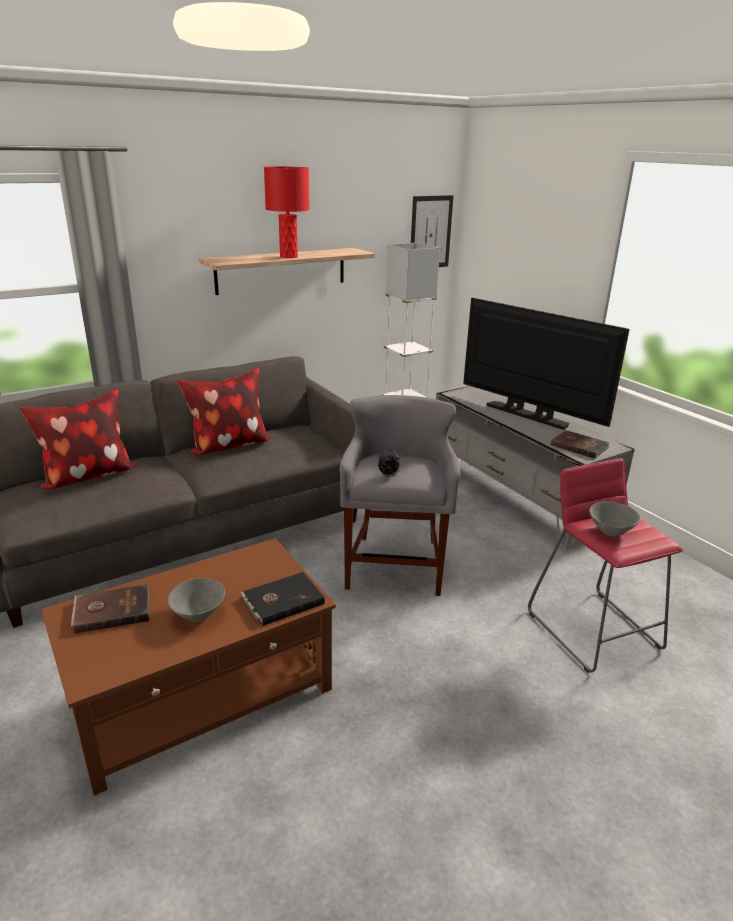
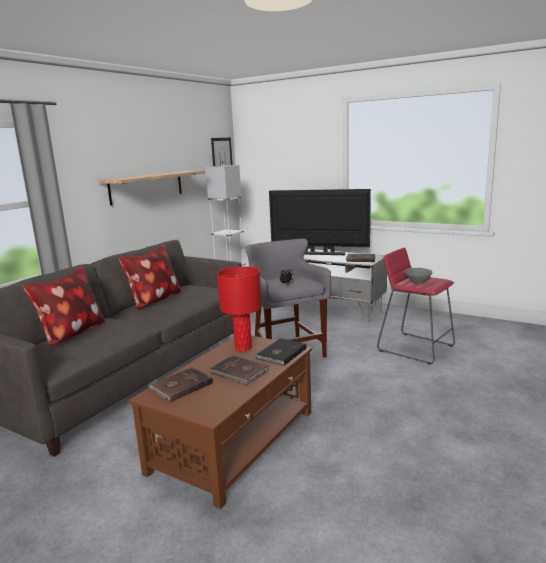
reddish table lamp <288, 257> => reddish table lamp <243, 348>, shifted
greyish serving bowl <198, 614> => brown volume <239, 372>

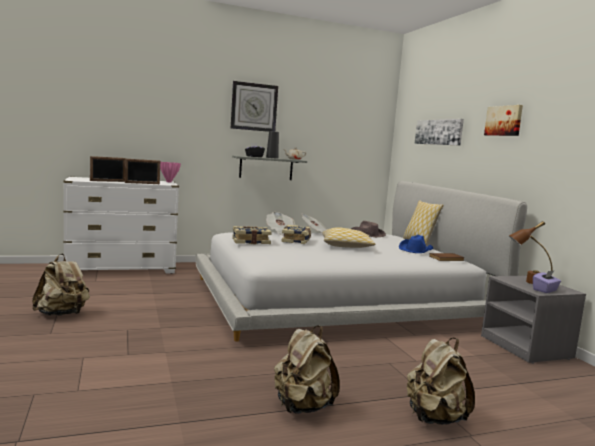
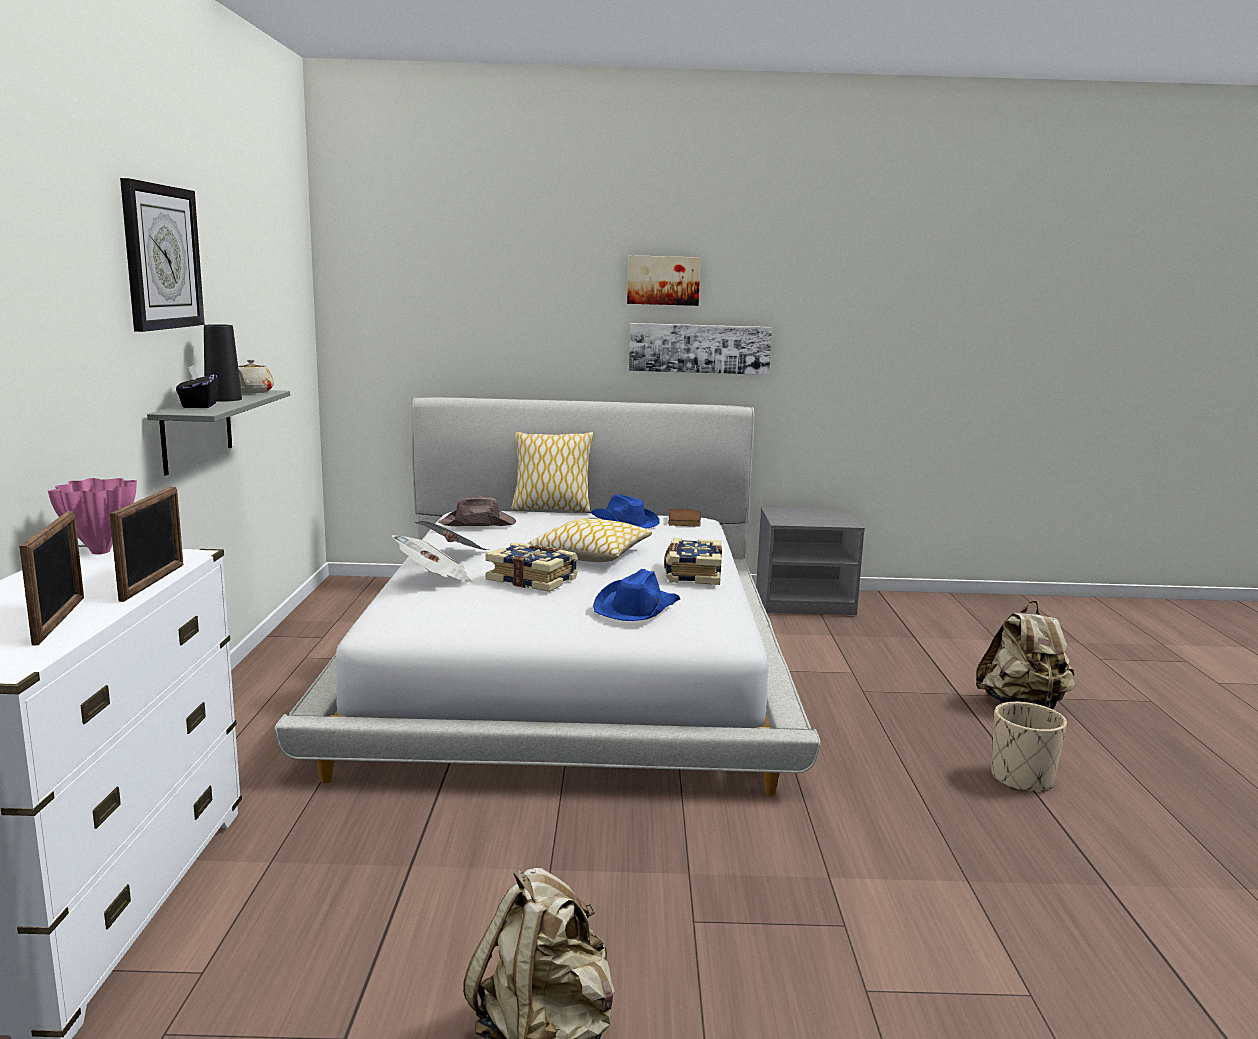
brown table lamp <526, 282> => nothing
purple-coloured tissue box <545, 290> => nothing
nothing => blue-coloured clothing hat <636, 608>
volume <250, 241> => volume <692, 574>, shifted
wall picture <438, 132> => wall picture <699, 348>, shifted
sand-coloured backpack <302, 407> => sand-coloured flower pot <1021, 779>

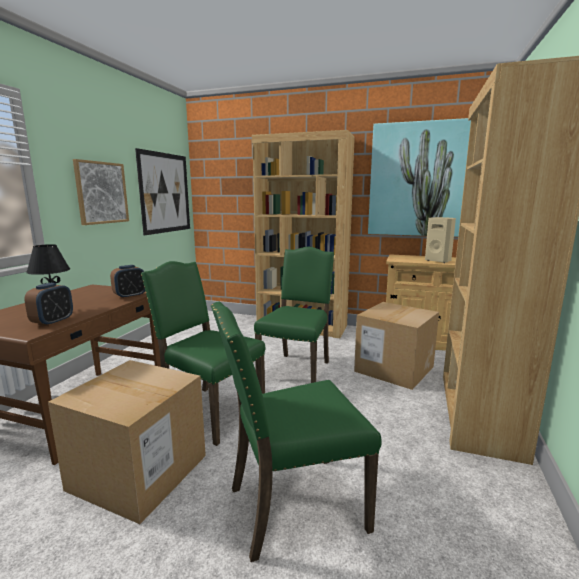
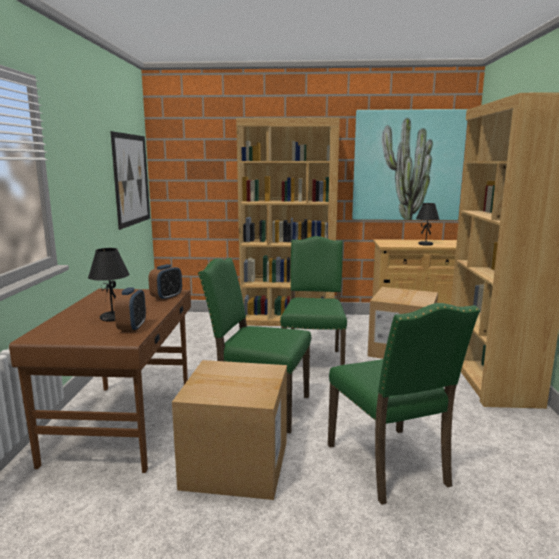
wall picture <101, 193> => nothing
sand-coloured loudspeaker <438, 261> => black table lamp <426, 244>
green chair <293, 506> => green chair <390, 465>, 75 degrees counterclockwise

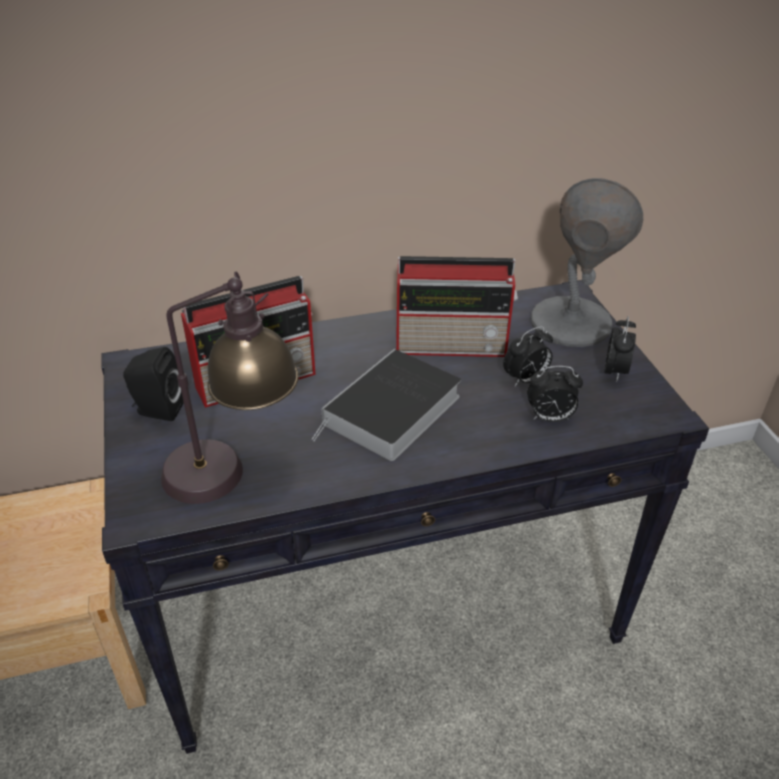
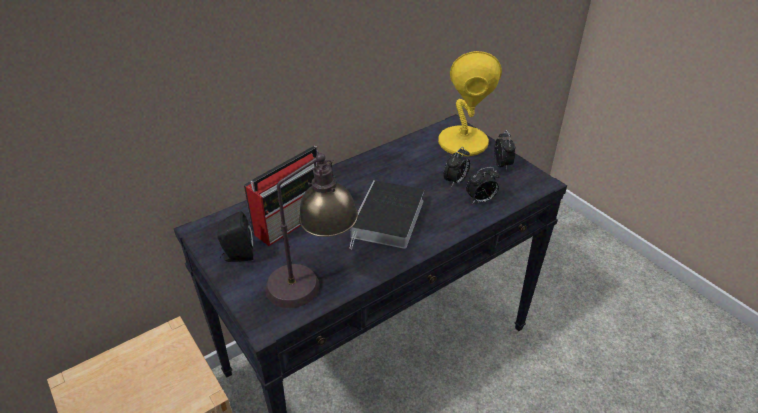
radio <453, 345> => nothing
greyish table lamp <570, 323> => yellow-coloured table lamp <462, 142>

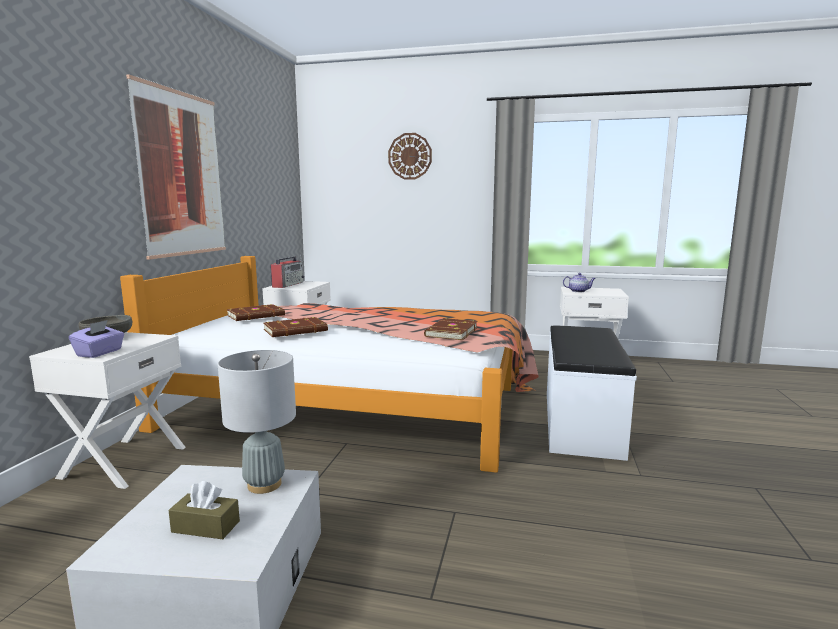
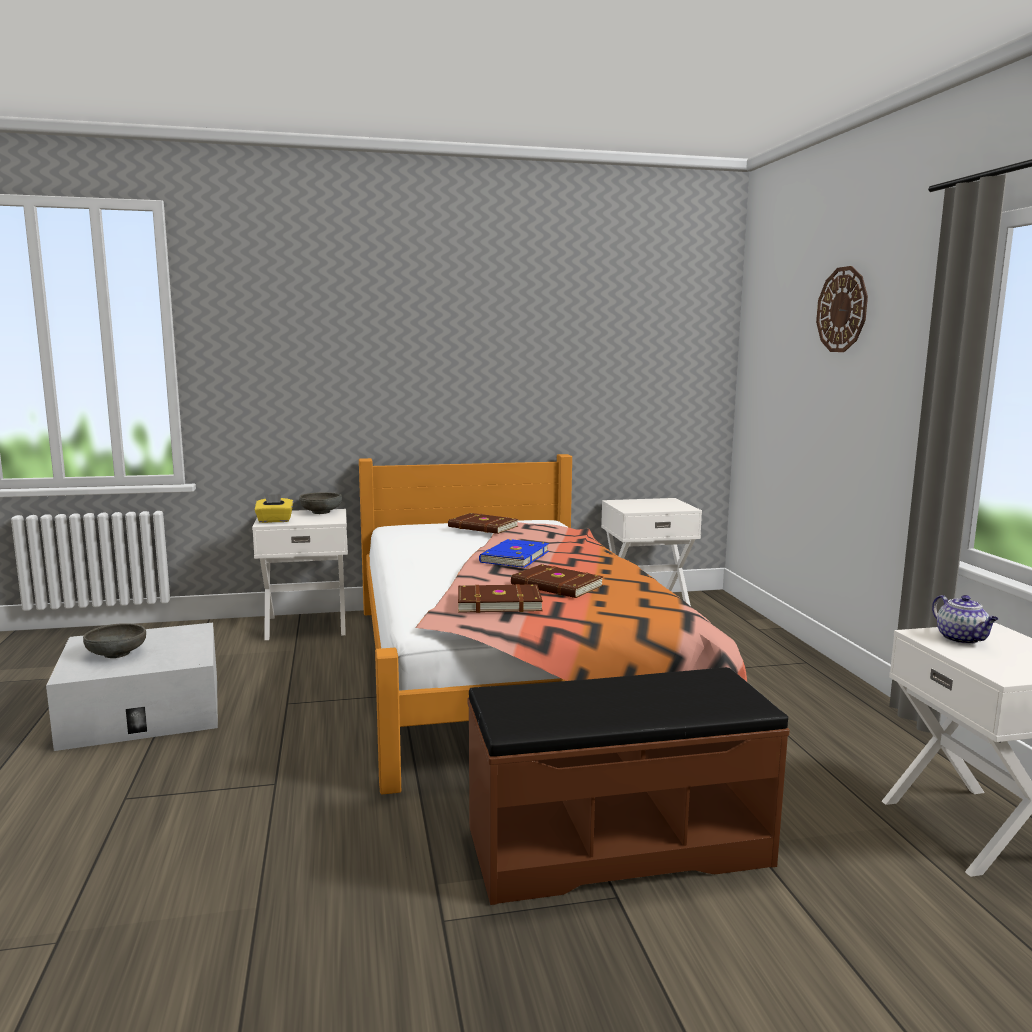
wall picture <181, 174> => nothing
greyish table lamp <265, 484> => nothing
radio <288, 284> => nothing
nothing => blue-coloured volume <513, 557>
brown volume <296, 330> => brown volume <556, 586>, shifted
brown tissue box <205, 526> => greyish serving bowl <116, 654>
purple-coloured tissue box <100, 353> => yellow-coloured tissue box <274, 520>
white-coloured indoor bench <579, 422> => brown indoor bench <616, 844>

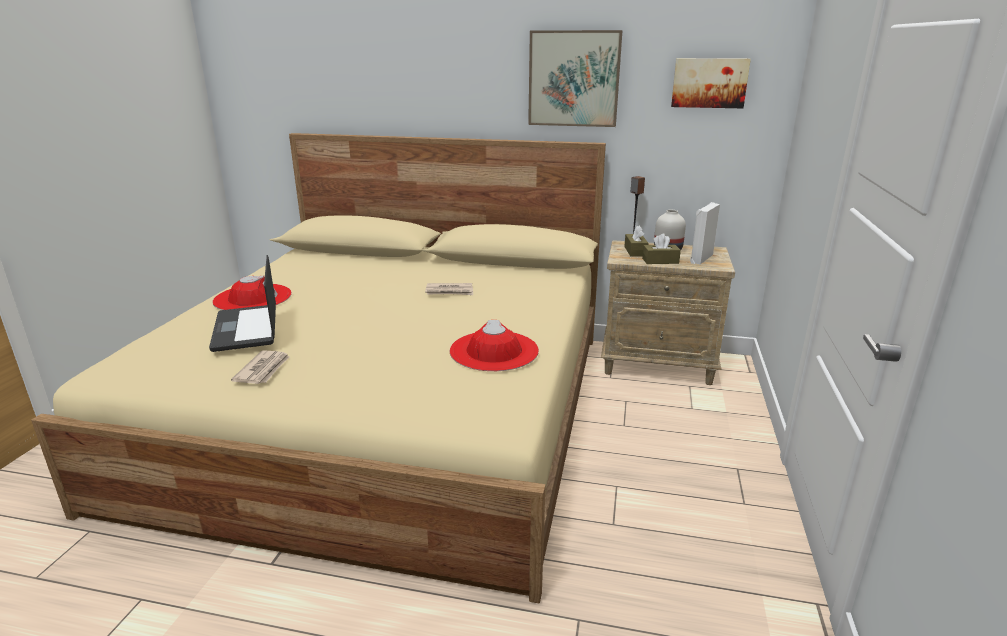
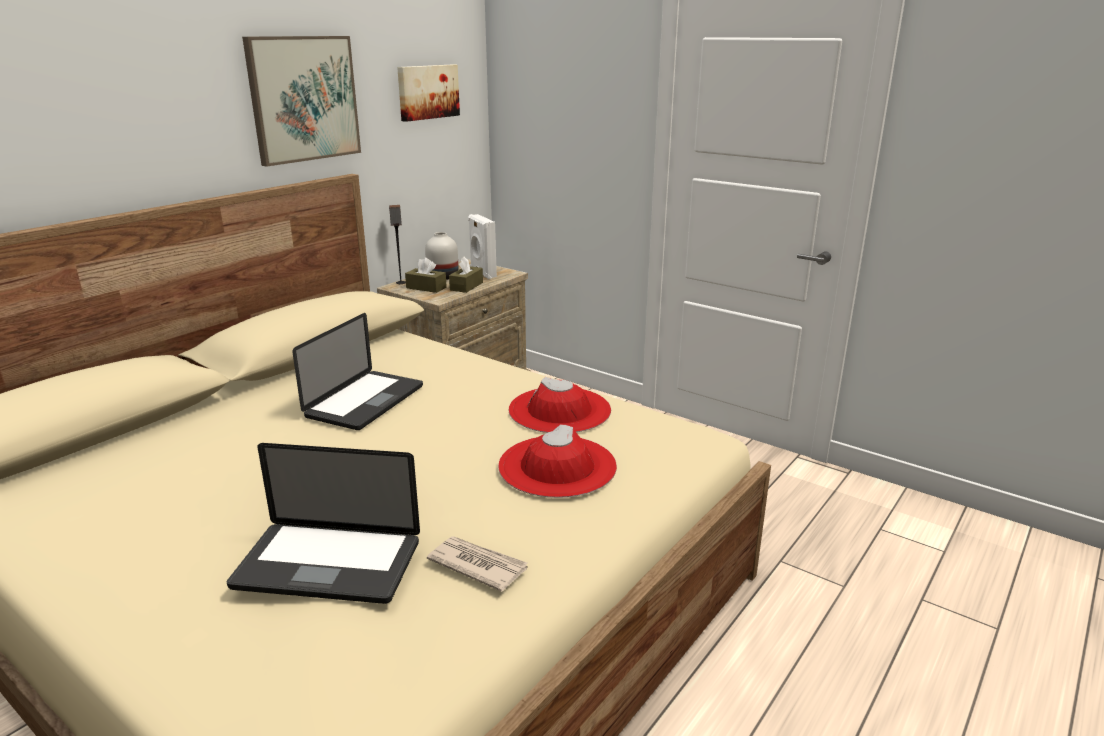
reddish clothing hat <252, 298> => reddish clothing hat <557, 466>, shifted
daily paper <450, 291> => notebook computer <365, 401>

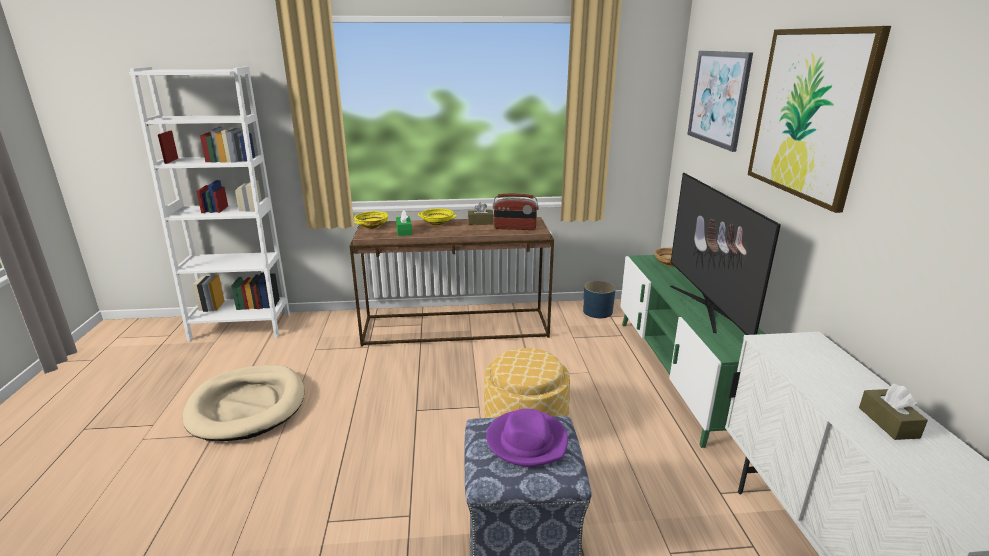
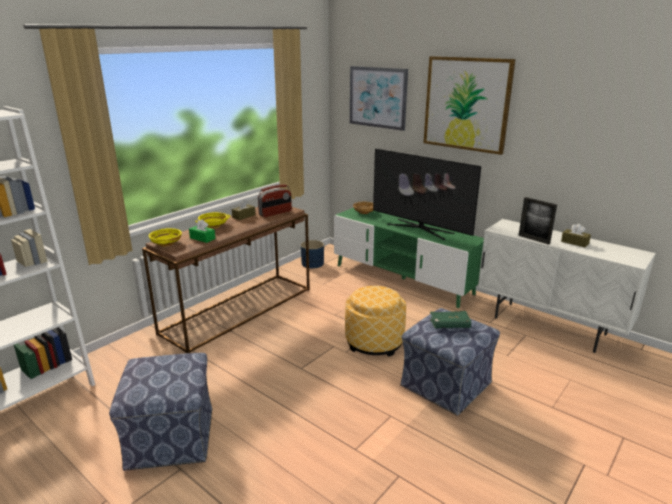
nothing => standing frame <534, 239>
sand-coloured dog cushion <247, 406> => footrest <171, 437>
purple-coloured clothing hat <527, 441> => green volume <449, 325>

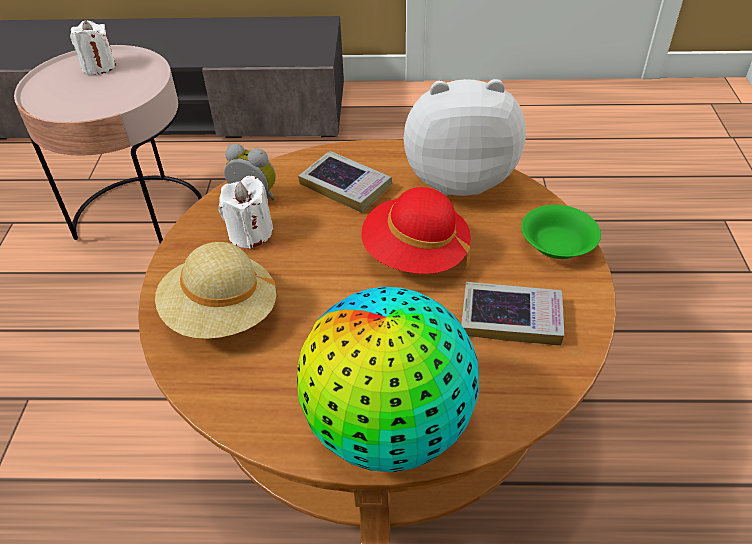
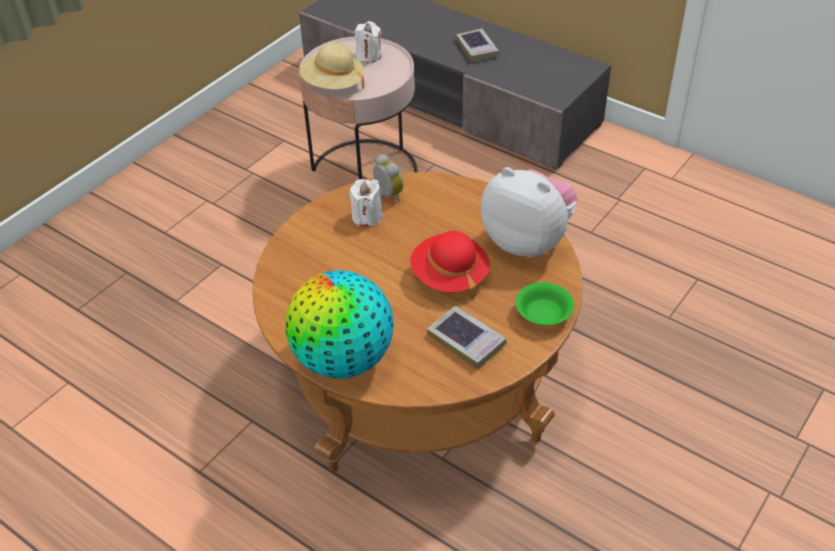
sand-coloured clothing hat <221, 314> => sand-coloured clothing hat <333, 84>, shifted
volume <345, 186> => volume <477, 48>, shifted

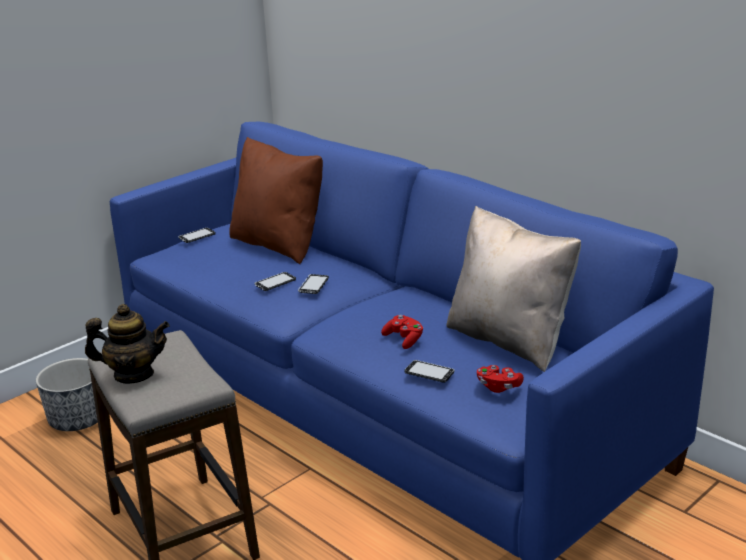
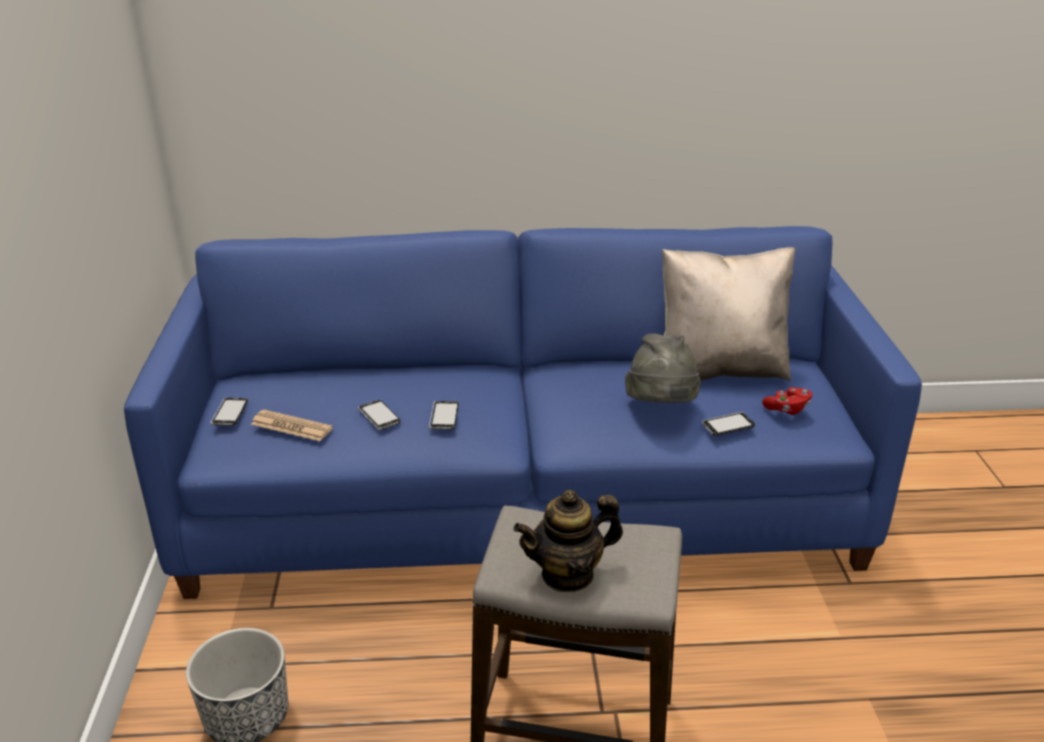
brown pillow <279, 245> => nothing
nothing => daily paper <291, 426>
handset <313, 285> => handset <379, 416>, shifted
reddish game controller <404, 339> => greyish clothing hat <661, 408>
teapot <133, 375> => teapot <568, 574>, 150 degrees counterclockwise

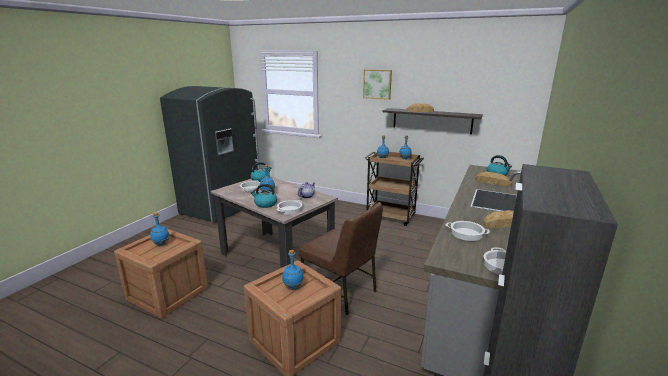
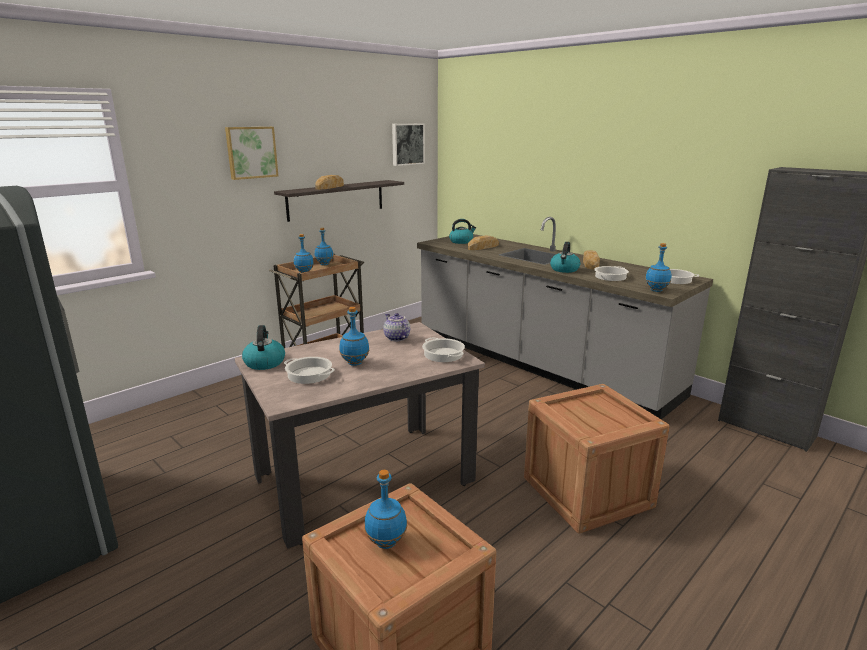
brown chair <341, 291> => nothing
nothing => wall picture <407, 144>
water kettle <265, 204> => water kettle <564, 269>, shifted
blue-coloured beverage bottle <293, 287> => blue-coloured beverage bottle <656, 290>, shifted

